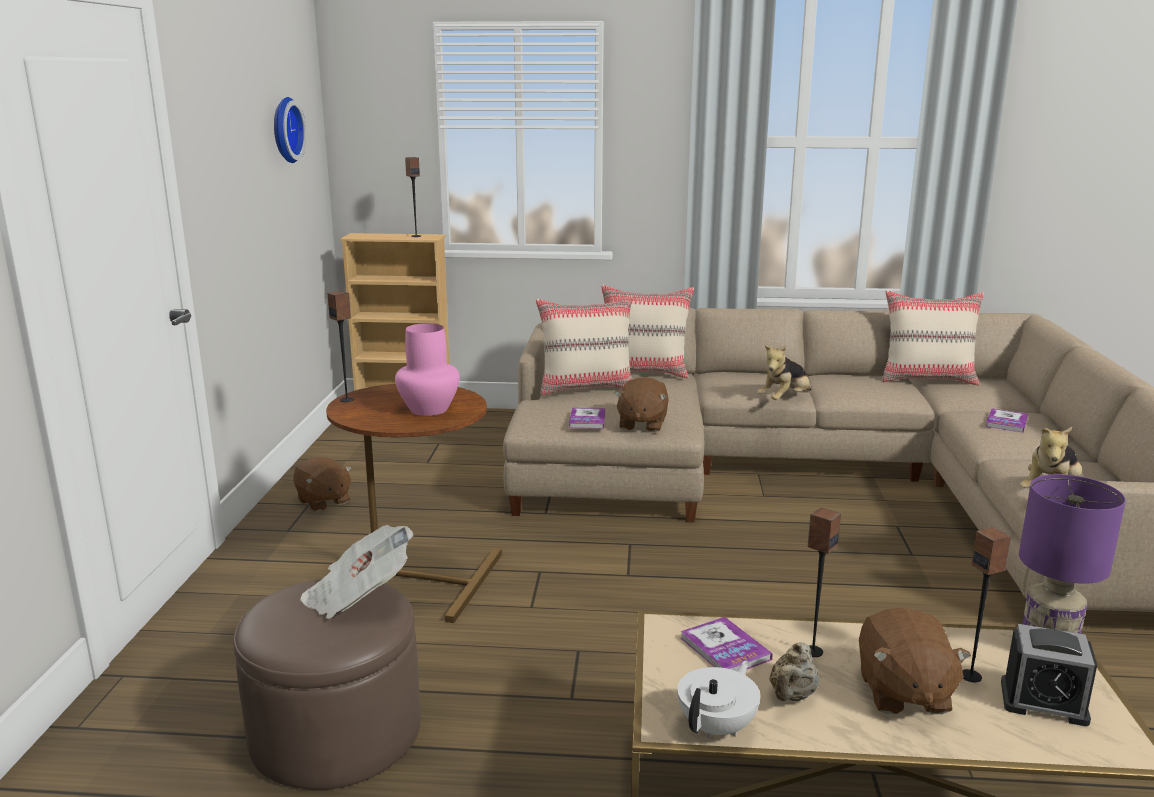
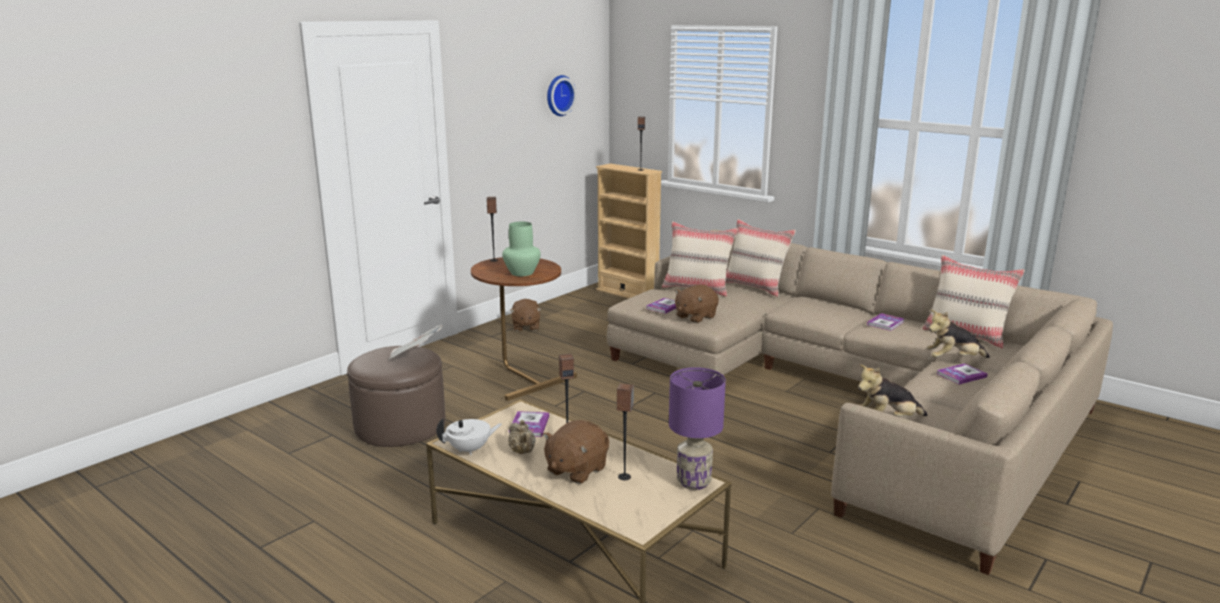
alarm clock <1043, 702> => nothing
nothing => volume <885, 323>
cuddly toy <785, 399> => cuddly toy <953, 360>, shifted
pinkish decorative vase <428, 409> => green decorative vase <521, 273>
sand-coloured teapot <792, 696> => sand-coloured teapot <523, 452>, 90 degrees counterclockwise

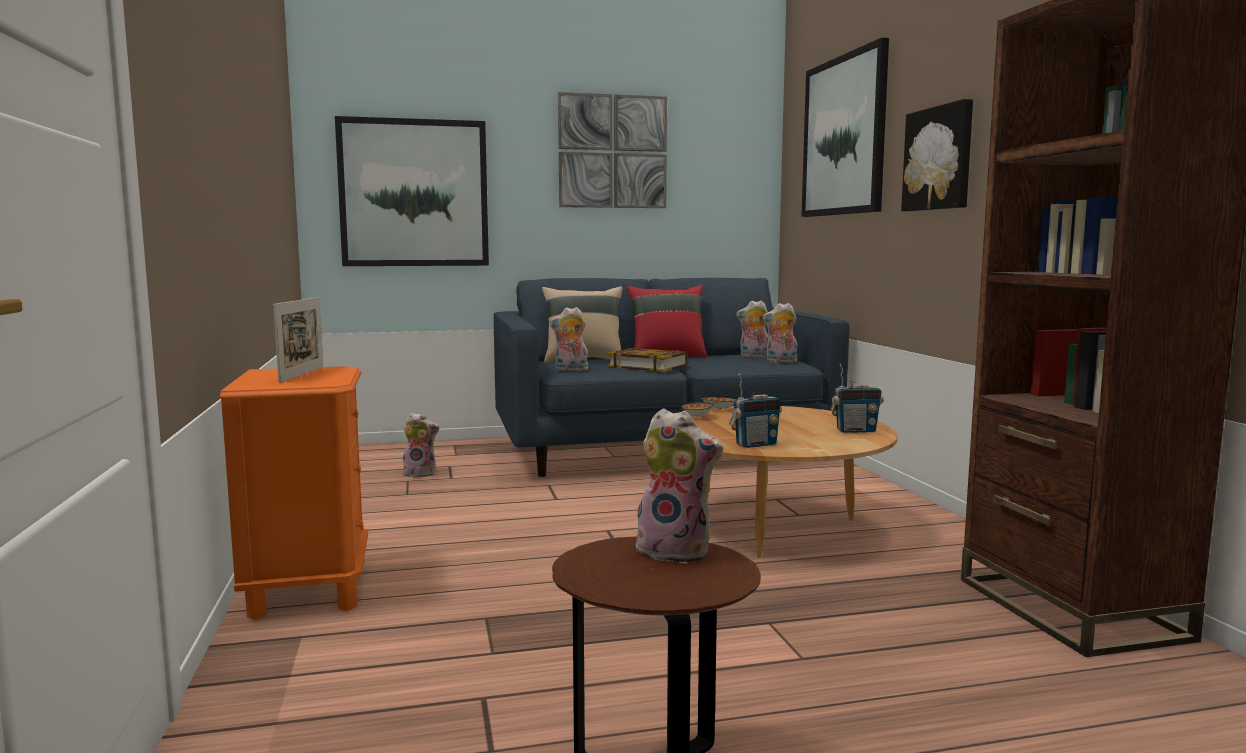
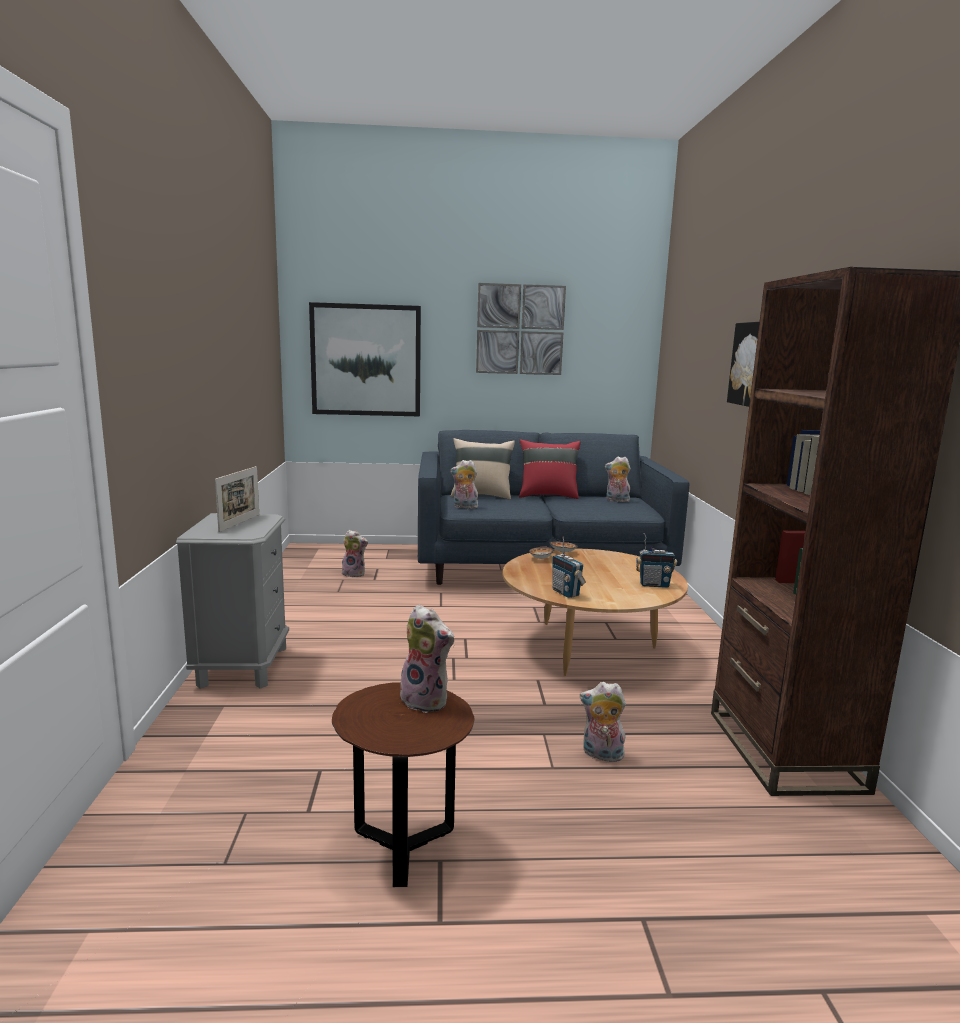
volume <648, 366> => nothing
wall picture <844, 136> => nothing
cuddly toy <780, 362> => cuddly toy <601, 755>, shifted
orangey night table <308, 587> => greyish night table <243, 666>
radio <755, 444> => radio <566, 593>, 75 degrees clockwise

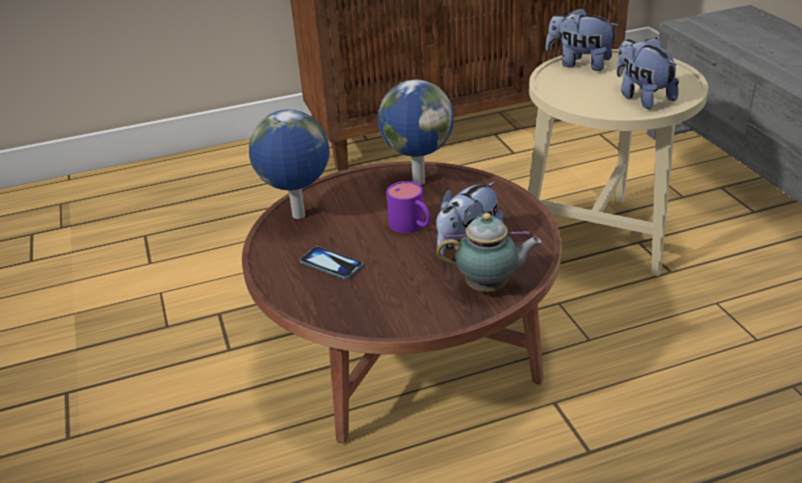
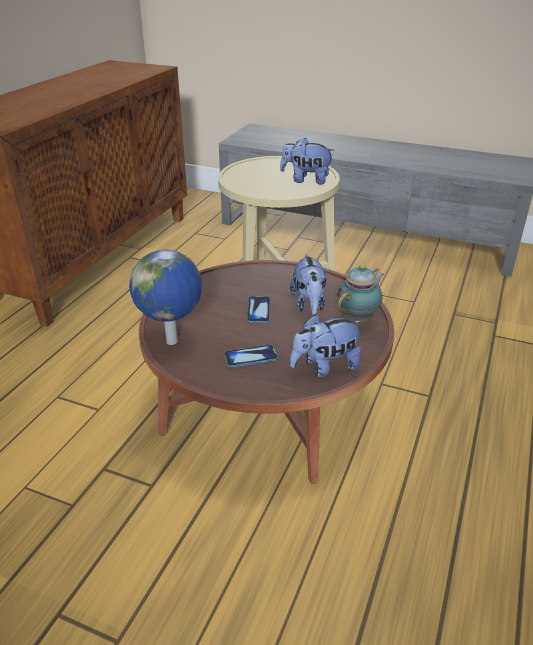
world globe <417, 181> => nothing
cuddly toy <579, 64> => cuddly toy <325, 367>, shifted
purple-coloured mug <412, 226> => handset <259, 310>

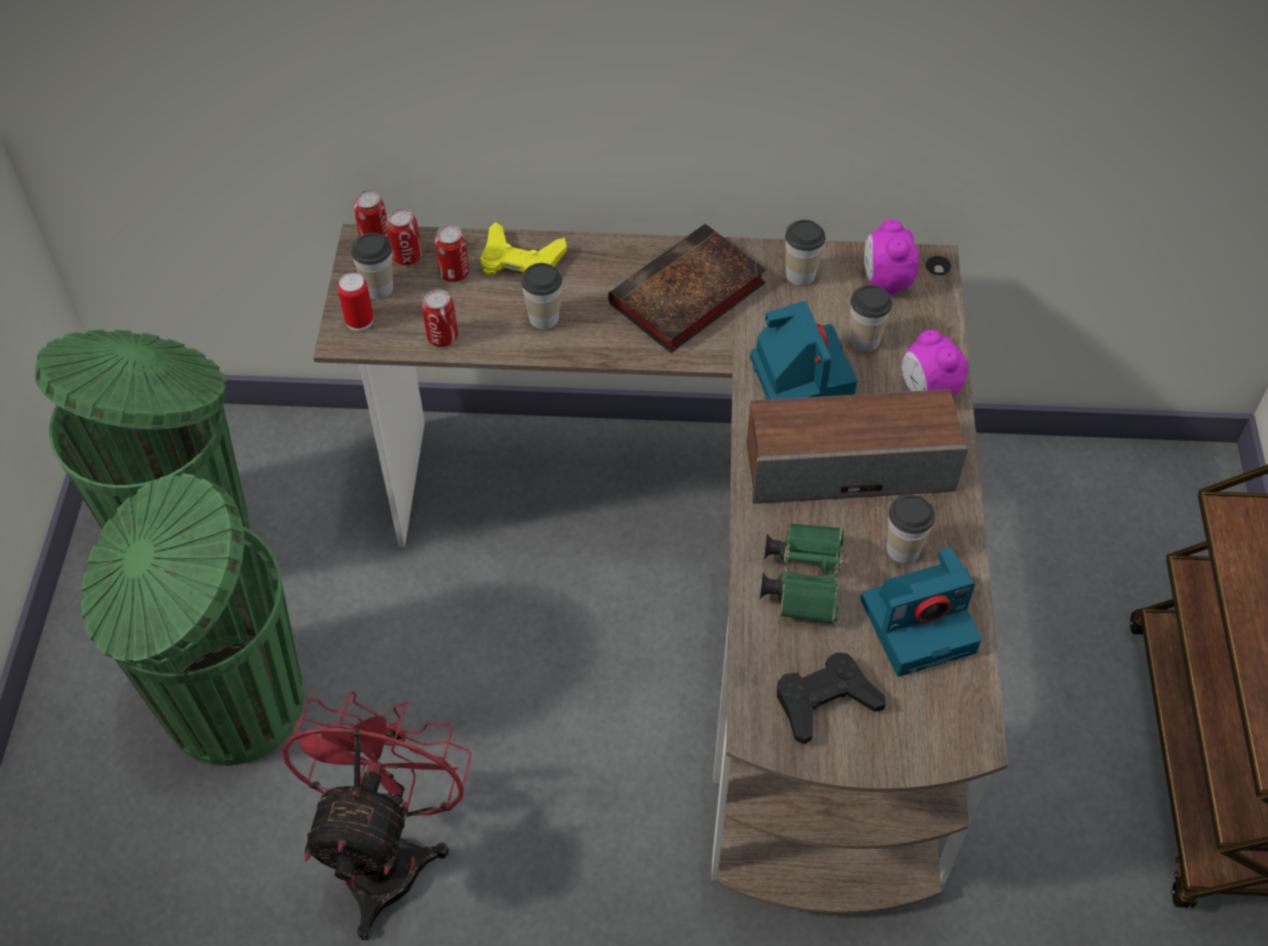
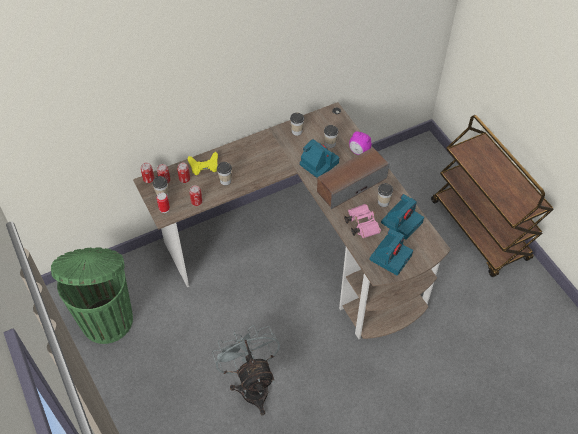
green waste bin <229, 704> => nothing
volume <685, 297> => nothing
alarm clock <885, 281> => nothing
black game controller <825, 701> => still camera <390, 256>
reddish electric fan <388, 852> => greyish electric fan <252, 384>
green pair of binoculars <803, 579> => pinkish pair of binoculars <361, 224>

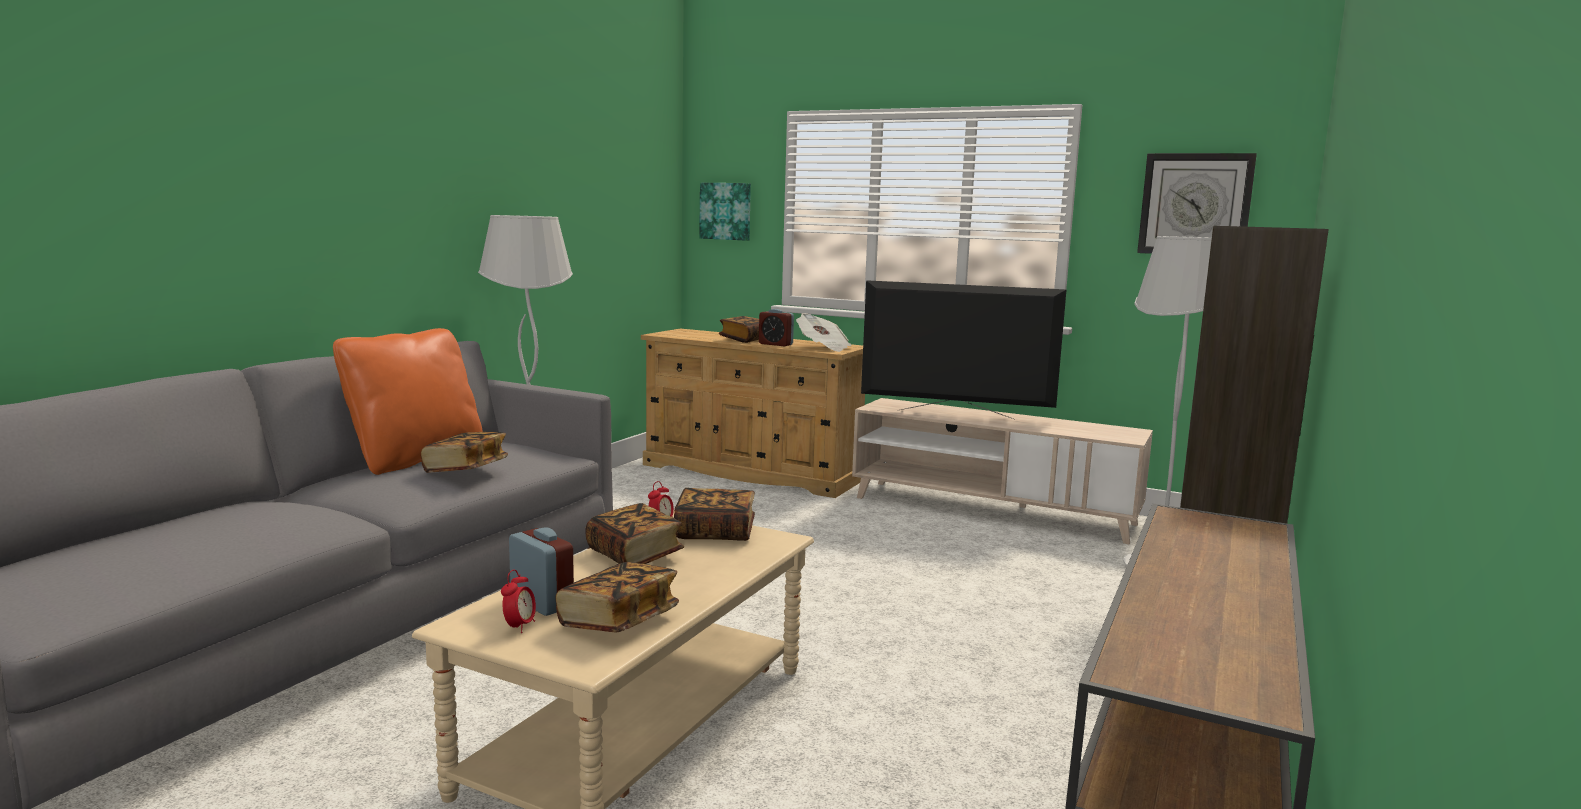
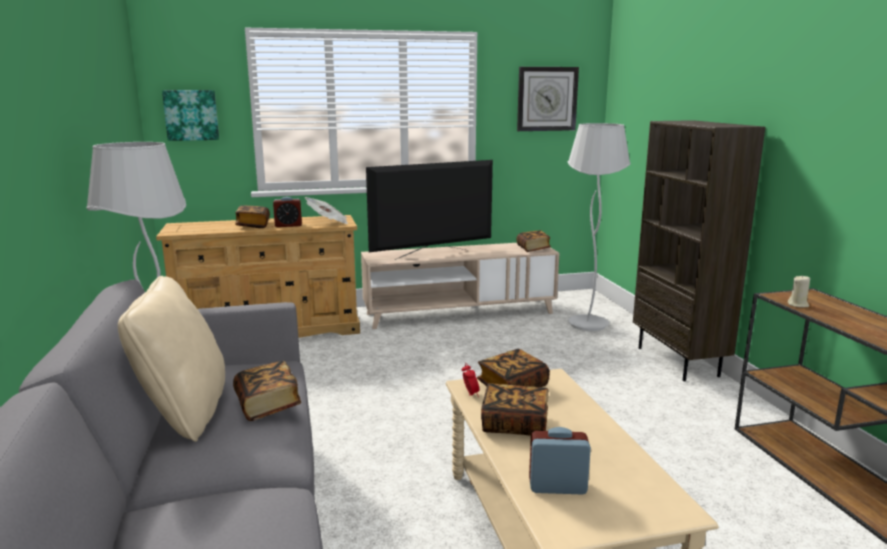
alarm clock <519, 627> => nothing
nothing => sand-coloured wax light <798, 305>
volume <618, 621> => volume <533, 249>, shifted
orangey pillow <415, 459> => sand-coloured pillow <184, 412>

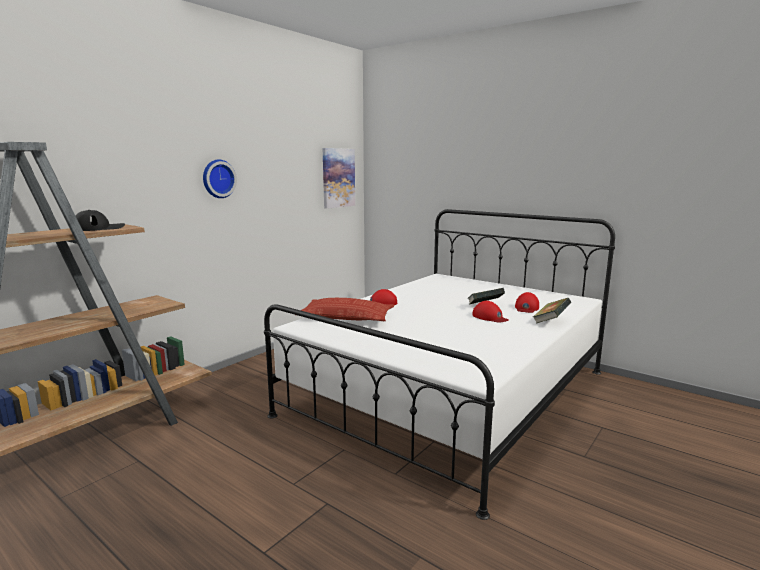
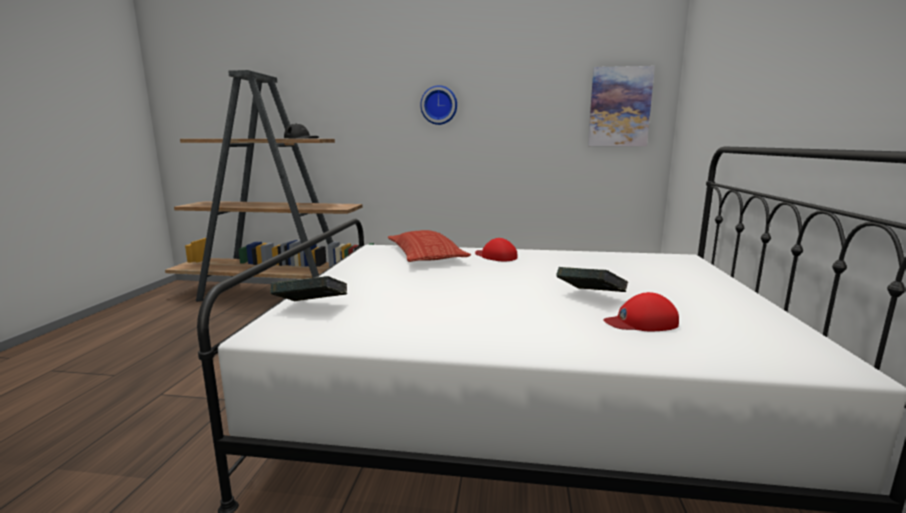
reddish cap <490, 317> => nothing
volume <551, 321> => volume <311, 308>, shifted

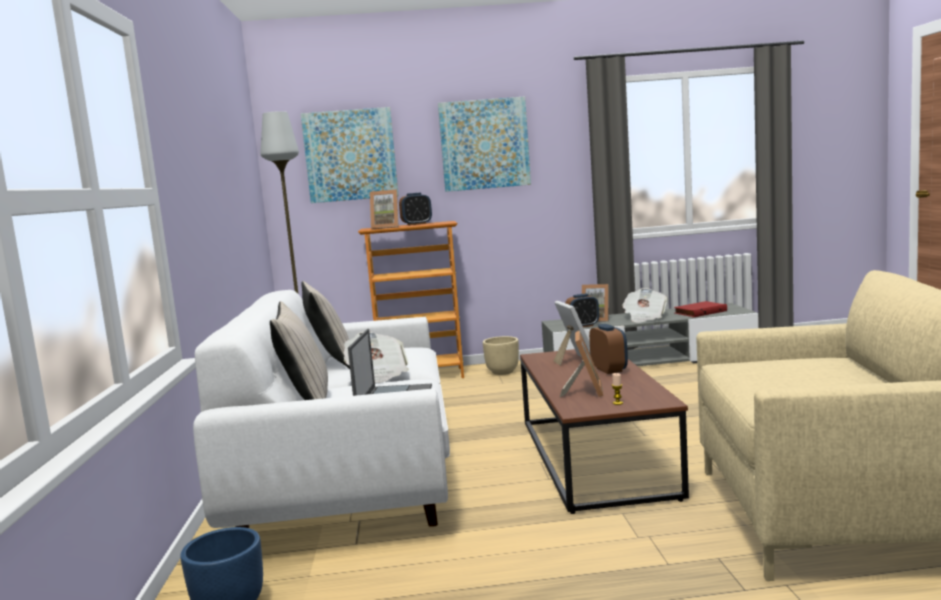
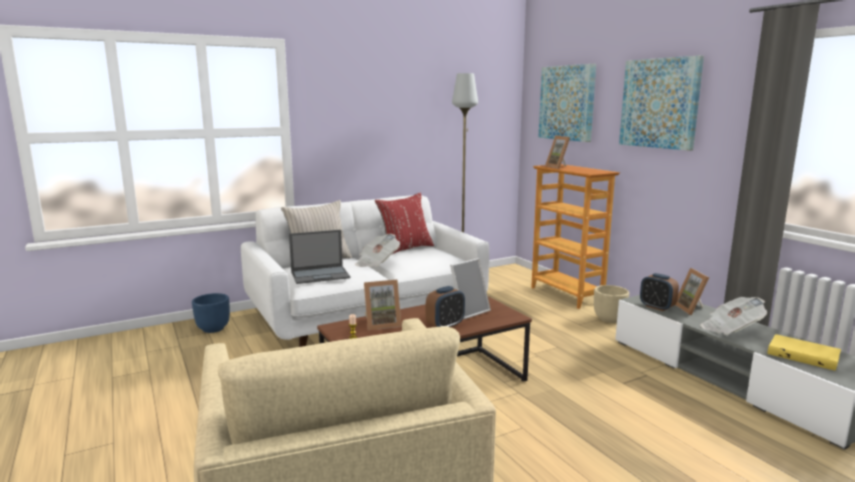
alarm clock <416, 224> => nothing
sand-coloured pillow <331, 363> => reddish pillow <405, 249>
reddish volume <699, 312> => yellow-coloured volume <803, 355>

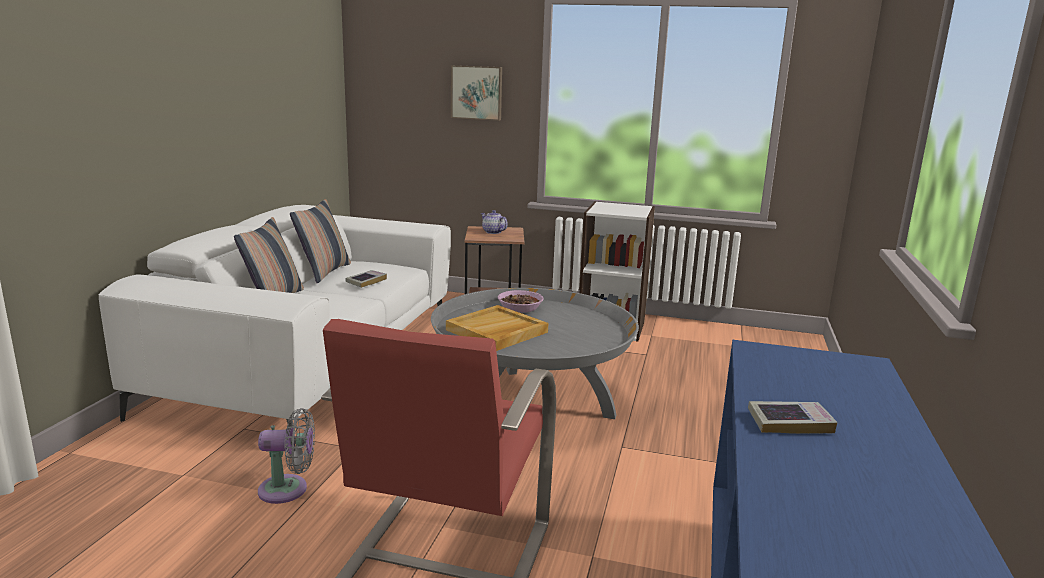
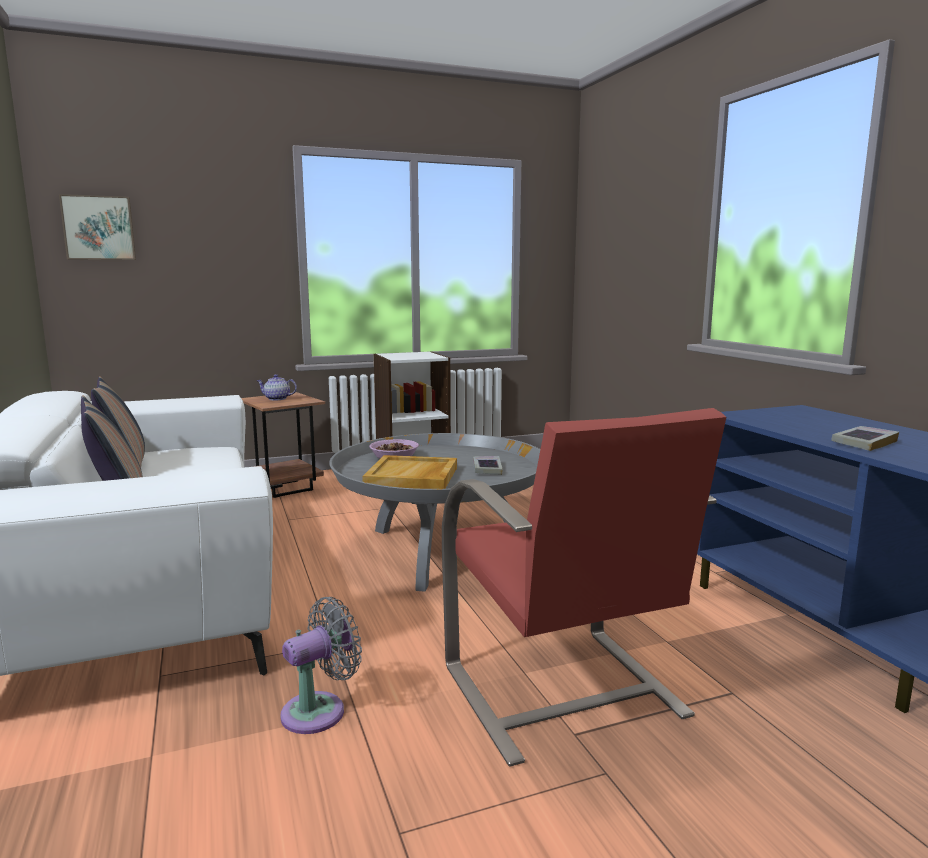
volume <366, 281> => volume <487, 469>, shifted
wall picture <477, 92> => wall picture <99, 228>, shifted

